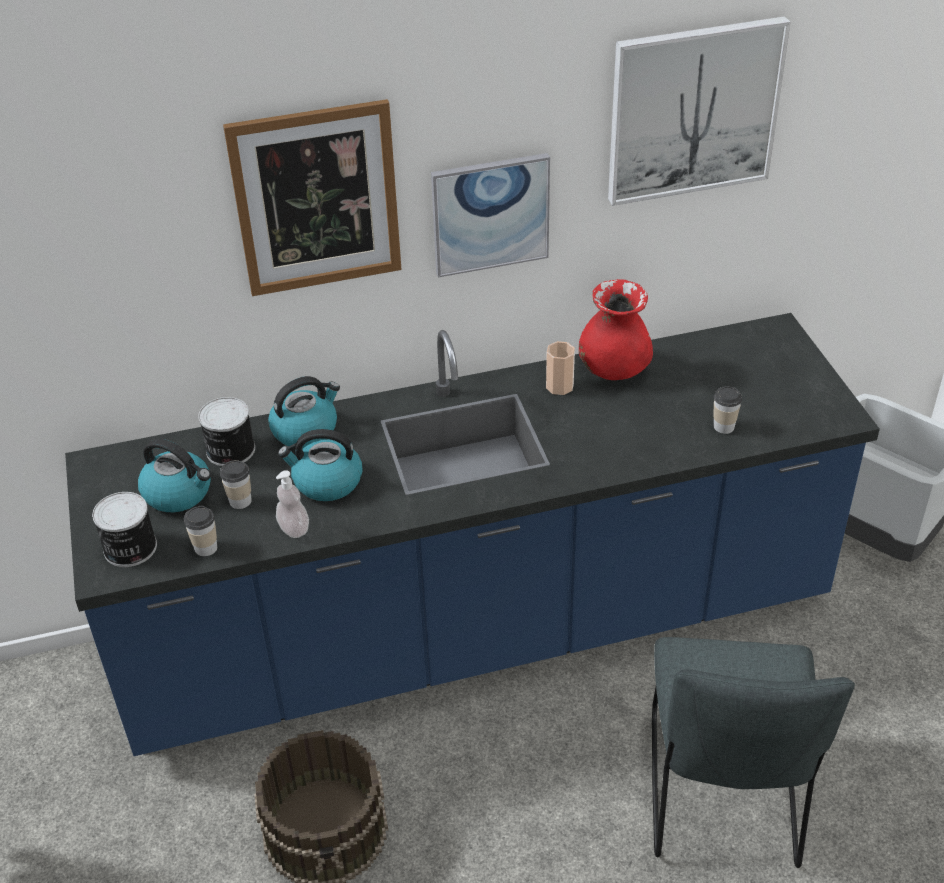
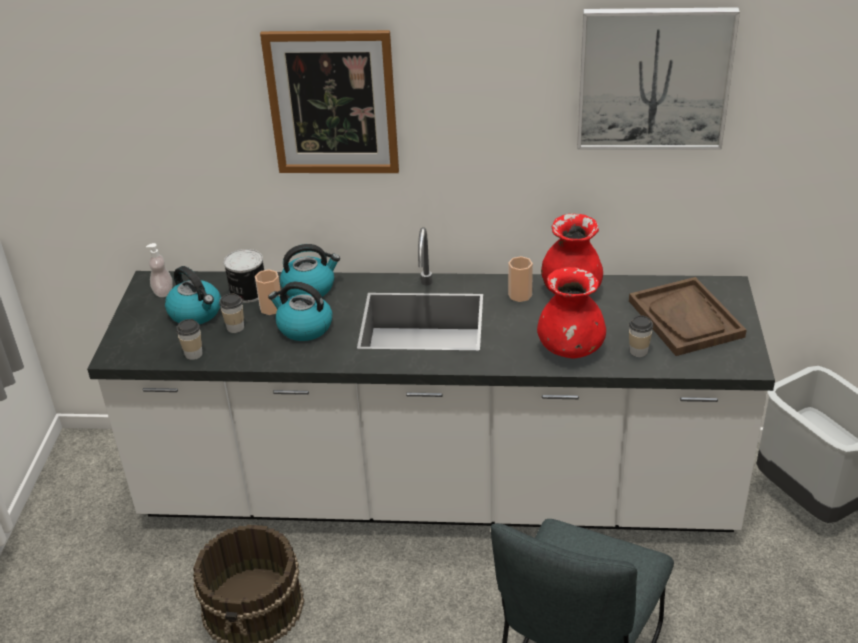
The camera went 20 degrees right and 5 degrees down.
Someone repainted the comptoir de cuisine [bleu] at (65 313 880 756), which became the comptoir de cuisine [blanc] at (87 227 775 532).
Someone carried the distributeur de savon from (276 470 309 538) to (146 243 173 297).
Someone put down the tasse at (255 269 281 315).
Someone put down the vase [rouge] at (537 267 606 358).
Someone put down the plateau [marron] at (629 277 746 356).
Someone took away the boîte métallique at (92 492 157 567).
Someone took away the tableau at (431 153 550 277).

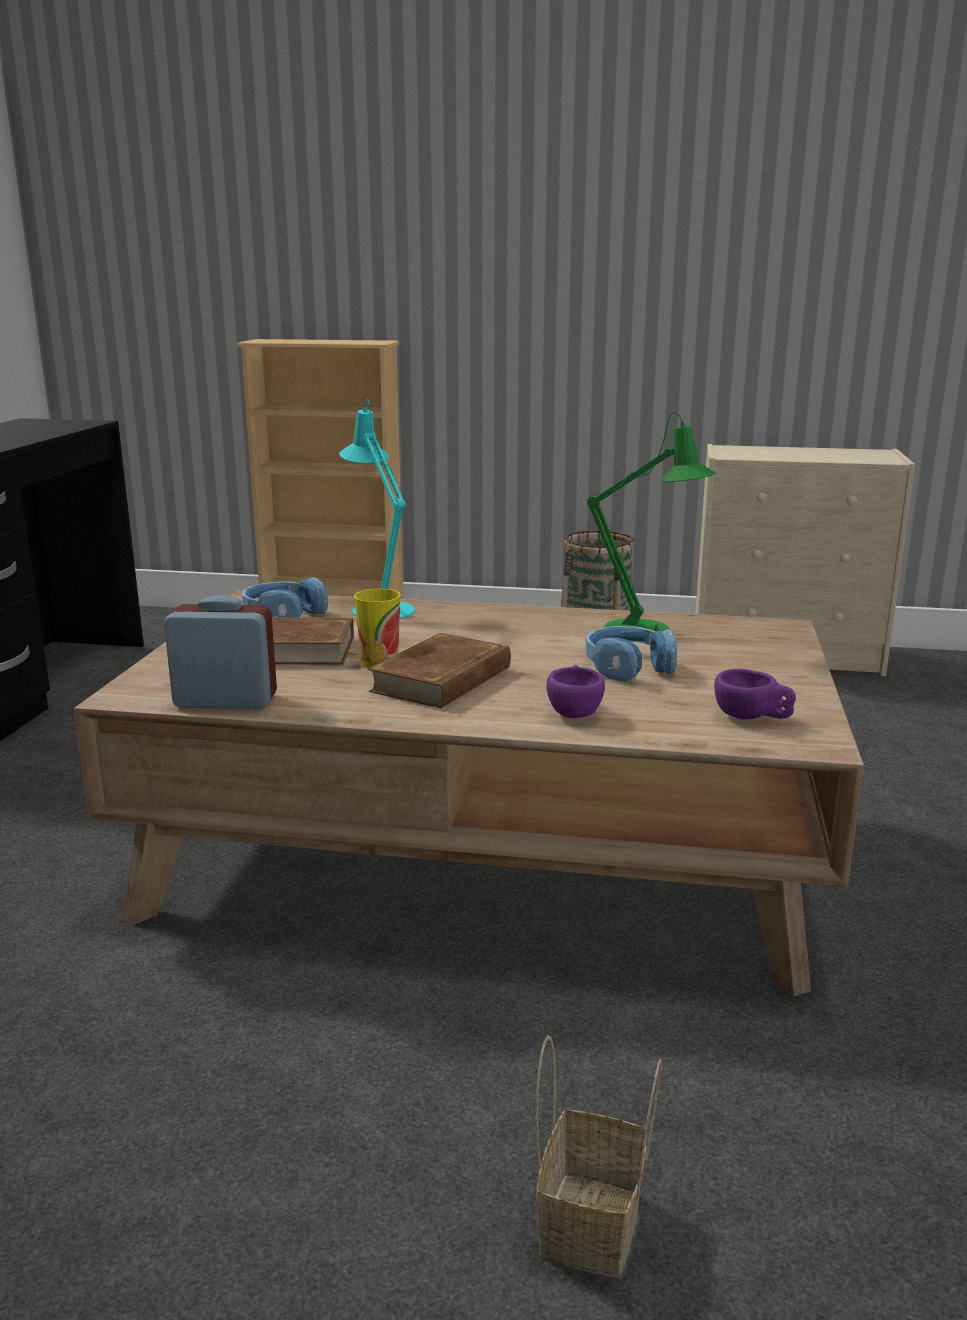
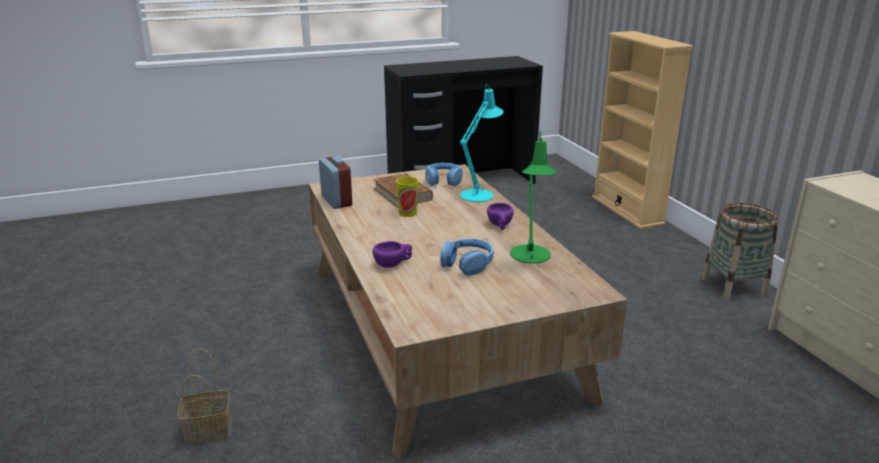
The camera went 60 degrees right and 5 degrees up.
Someone carried the tasse [violet] from (714 669 796 719) to (487 203 514 230).
Someone took away the livre [marron] at (368 633 511 708).

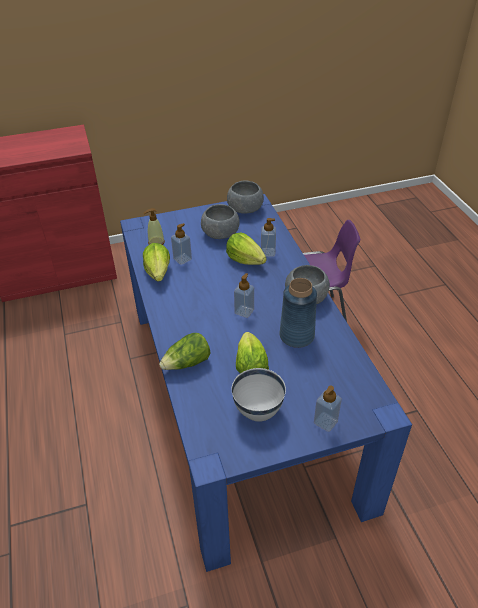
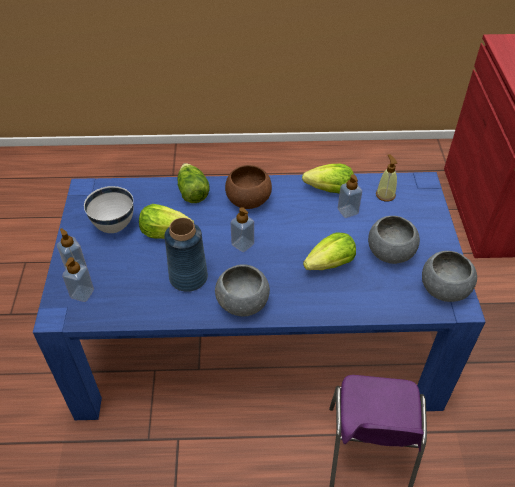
The camera went 105 degrees right and 5 degrees up.
Someone carried the distributeur de savon from (261 218 276 257) to (62 257 94 302).
Someone put down the bol [marron] at (225 165 272 209).

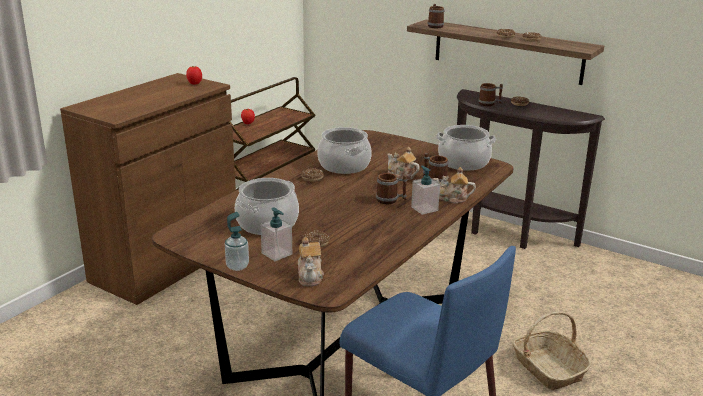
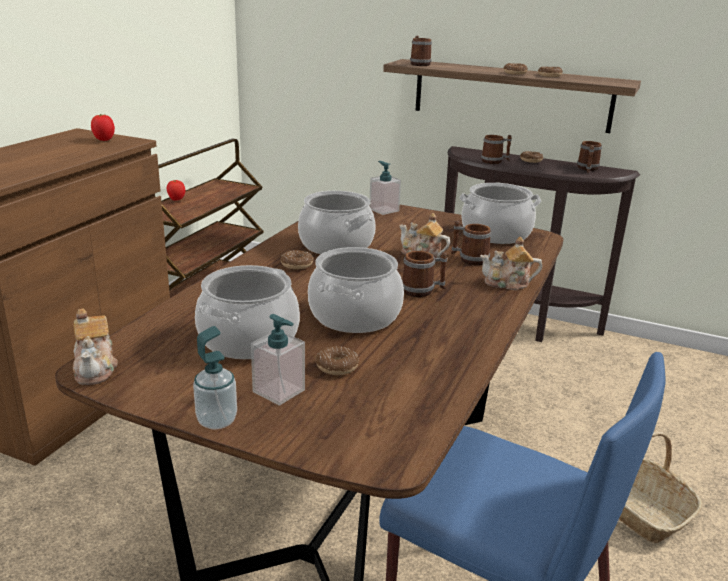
The camera went 10 degrees left and 0 degrees up.
Someone carried the théière from (298 237 324 287) to (73 309 118 385).
Someone put down the marmite at (308 247 404 333).
Someone carried the distributeur de savon from (411 166 440 215) to (369 161 401 215).
Someone put down the mug at (577 141 602 173).

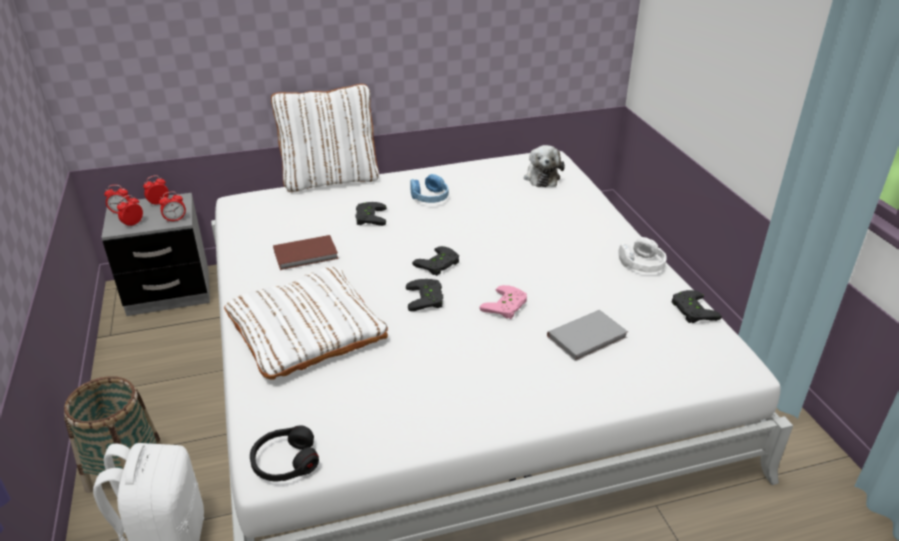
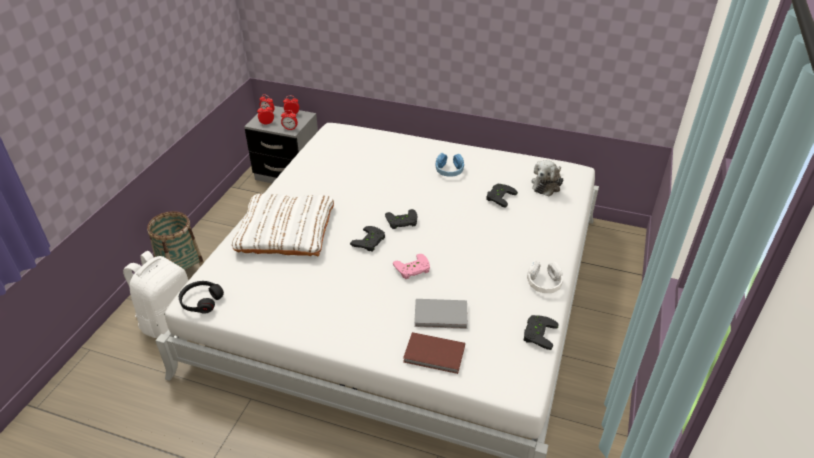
The camera went 35 degrees right and 5 degrees up.
Someone carried the livre [marron] from (273 235 339 270) to (403 332 465 374).
Someone carried the manette [noir] from (355 202 387 226) to (486 184 518 208).
Someone took away the coussin [blanc] at (271 84 379 192).

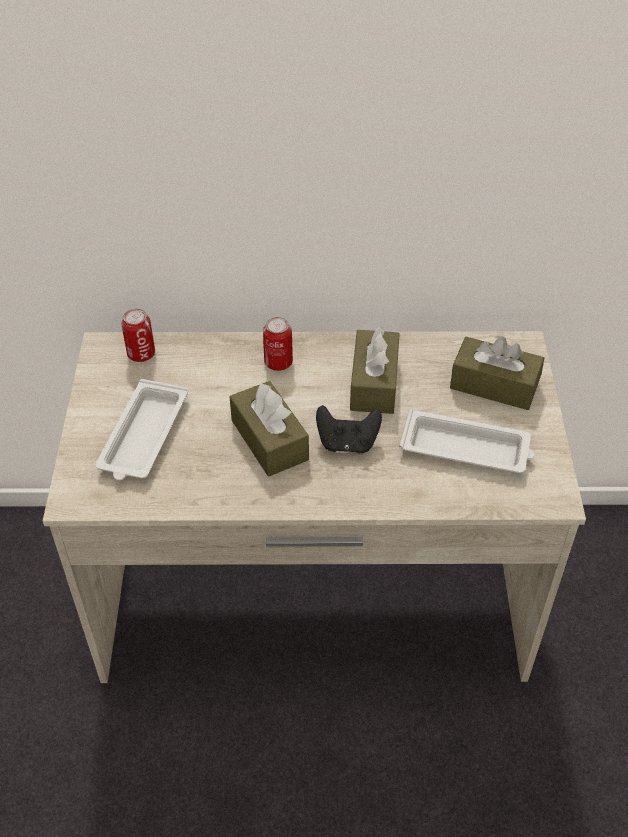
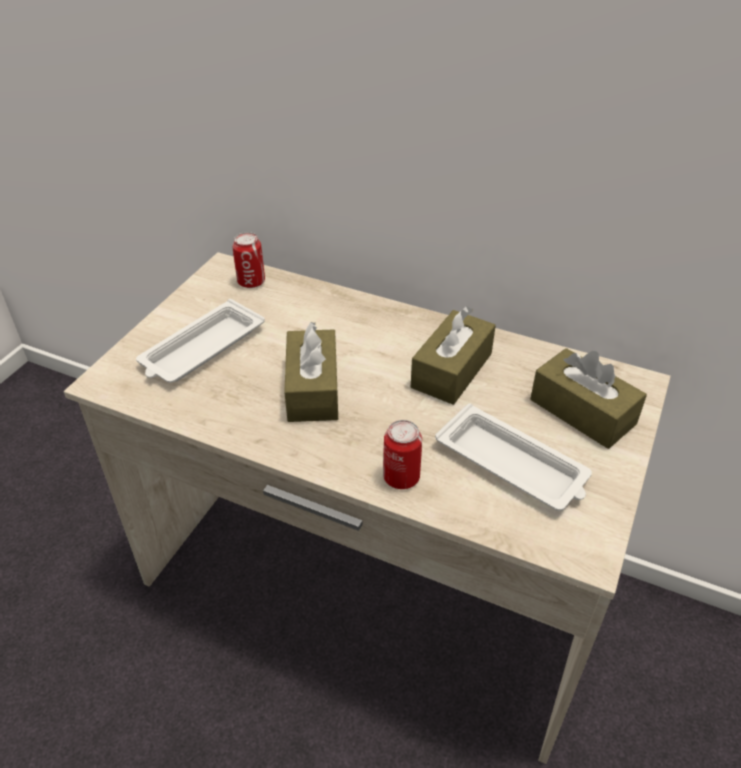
The camera went 25 degrees right and 5 degrees down.
Someone carried the boîte métallique from (263 317 293 371) to (383 420 422 489).
Someone took away the manette [noir] at (316 405 382 454).

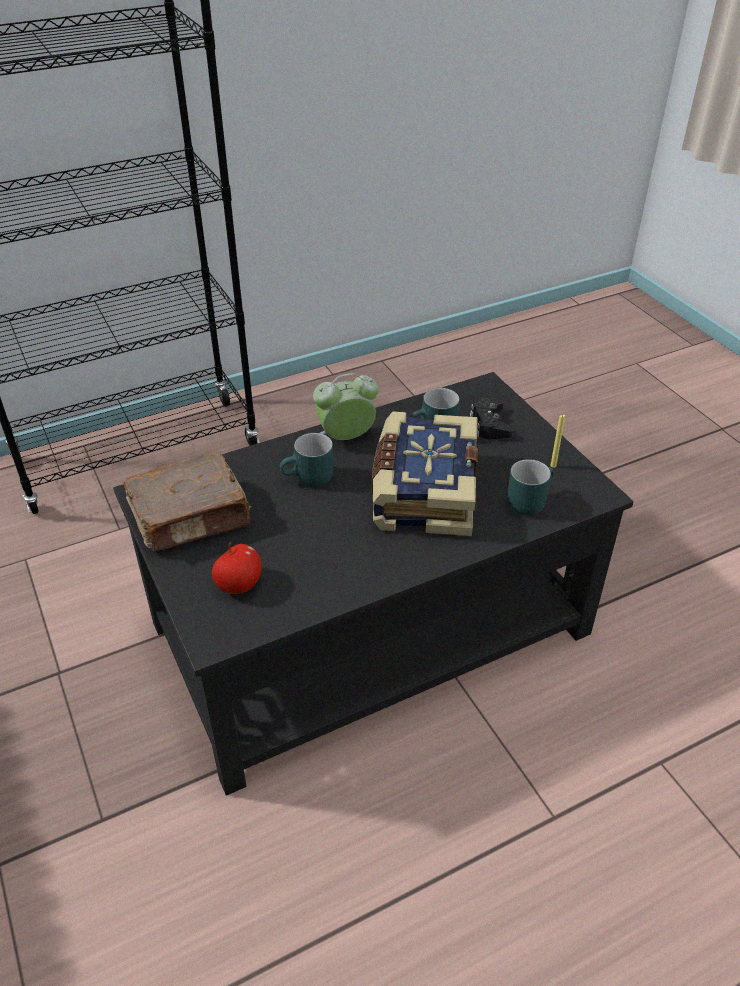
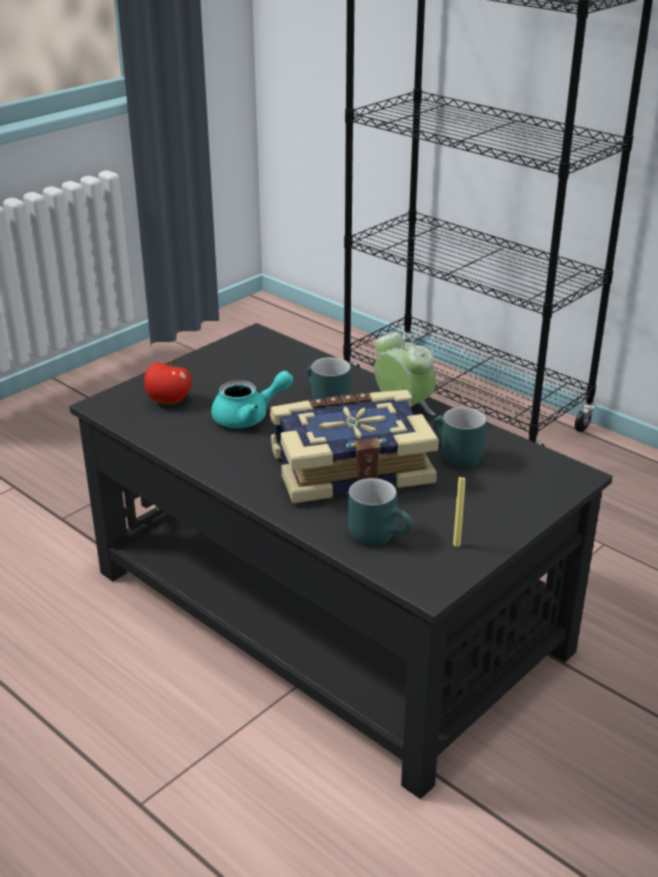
The camera went 70 degrees right and 10 degrees down.
Someone put down the théière [turquoise] at (211 371 293 428).
Someone took away the livre [marron] at (124 452 251 551).
Someone took away the manette [noir] at (470 398 513 439).

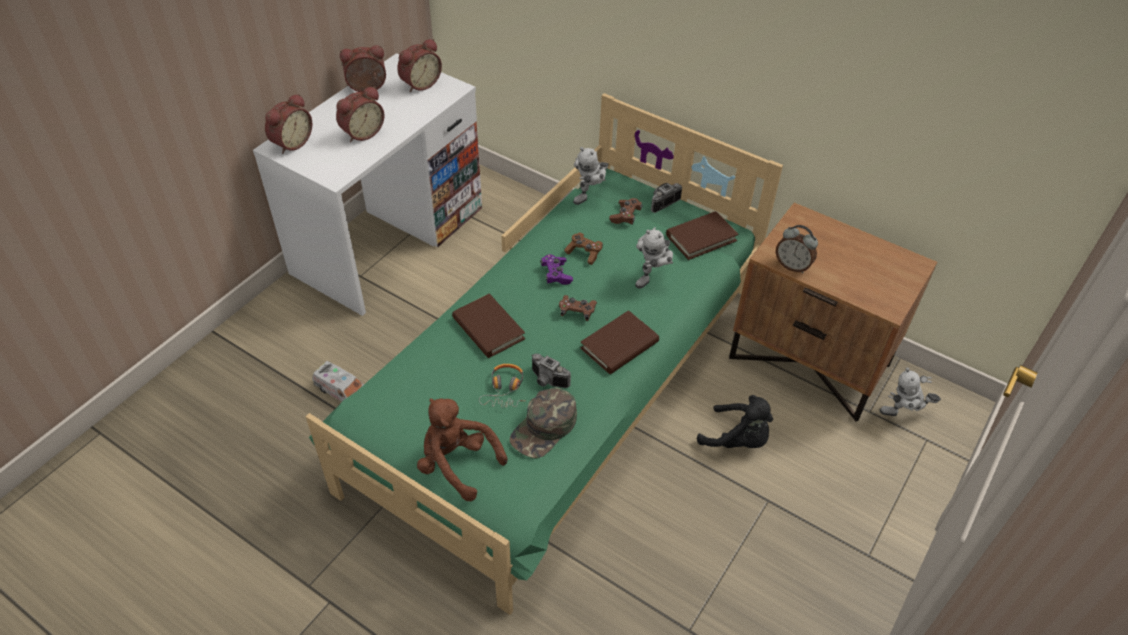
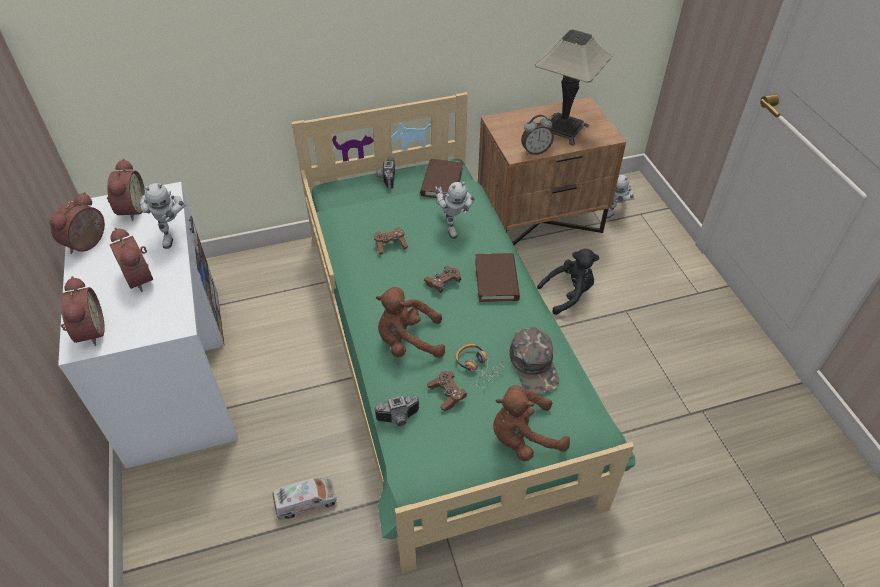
The camera went 50 degrees left and 0 degrees up.
Someone rotated the réveil at (336 86 384 142) by 150 degrees clockwise.
Someone carried the robot jouet from (573 147 609 205) to (139 183 186 249).
Someone carried the appareil photo from (532 354 571 388) to (374 395 420 426).
Someone swapped the livre [marron] at (452 293 525 358) for the peluche [marron] at (376 287 445 358).
Someone carried the manette [marron] from (609 198 643 224) to (427 371 467 411).
Someone put down the lampe de table at (535 29 612 145).
Someone took away the manette [violet] at (540 254 573 285).

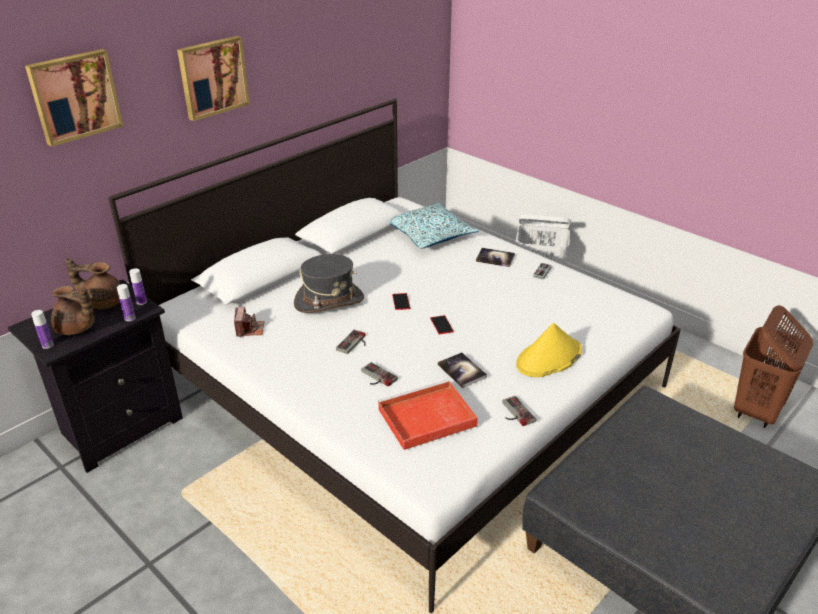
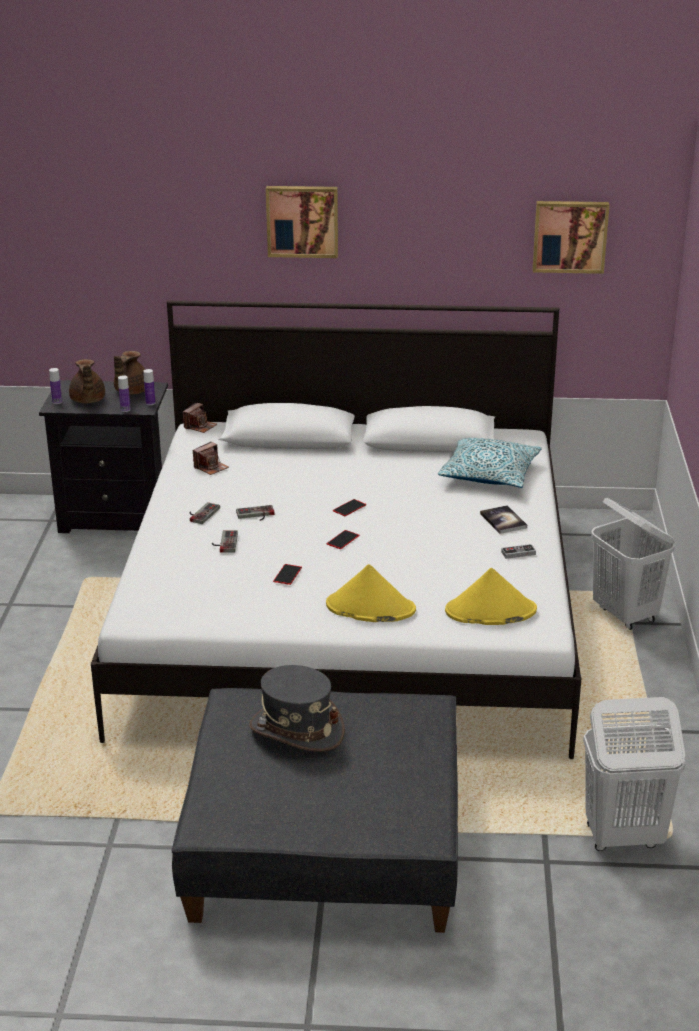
The camera went 50 degrees right and 5 degrees down.
Someone rotated the théière [marron] at (65 258 121 309) by 120 degrees counterclockwise.
Someone put down the appareil photo at (183 403 217 433).
Someone carried the manette from (502 396 536 426) to (190 502 220 524).
Someone carried the chapeau [gris] from (294 254 364 313) to (249 665 345 752).
Someone swapped the livre at (438 352 487 388) for the téléphone at (273 564 302 585).
Someone put down the chapeau [jaune] at (445 568 537 625).
Someone carried the tableau from (25 49 123 147) to (533 201 609 274).
Someone repainted the panier à linge [marron] at (734 305 813 428), which became the panier à linge [blanc] at (583 697 685 851).
Someone took away the plateau [rouge] at (378 380 478 450).

